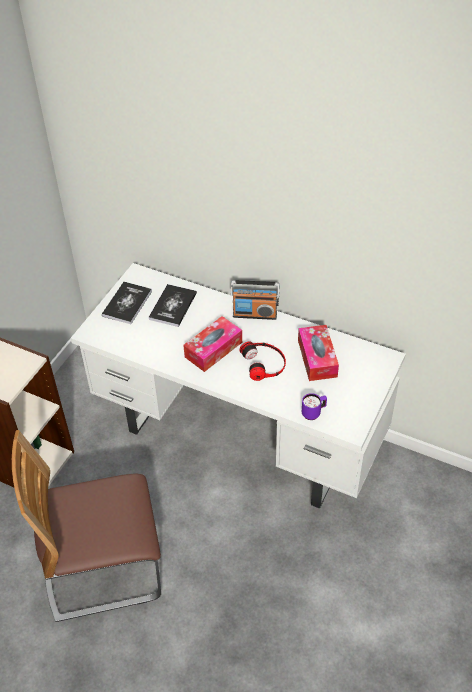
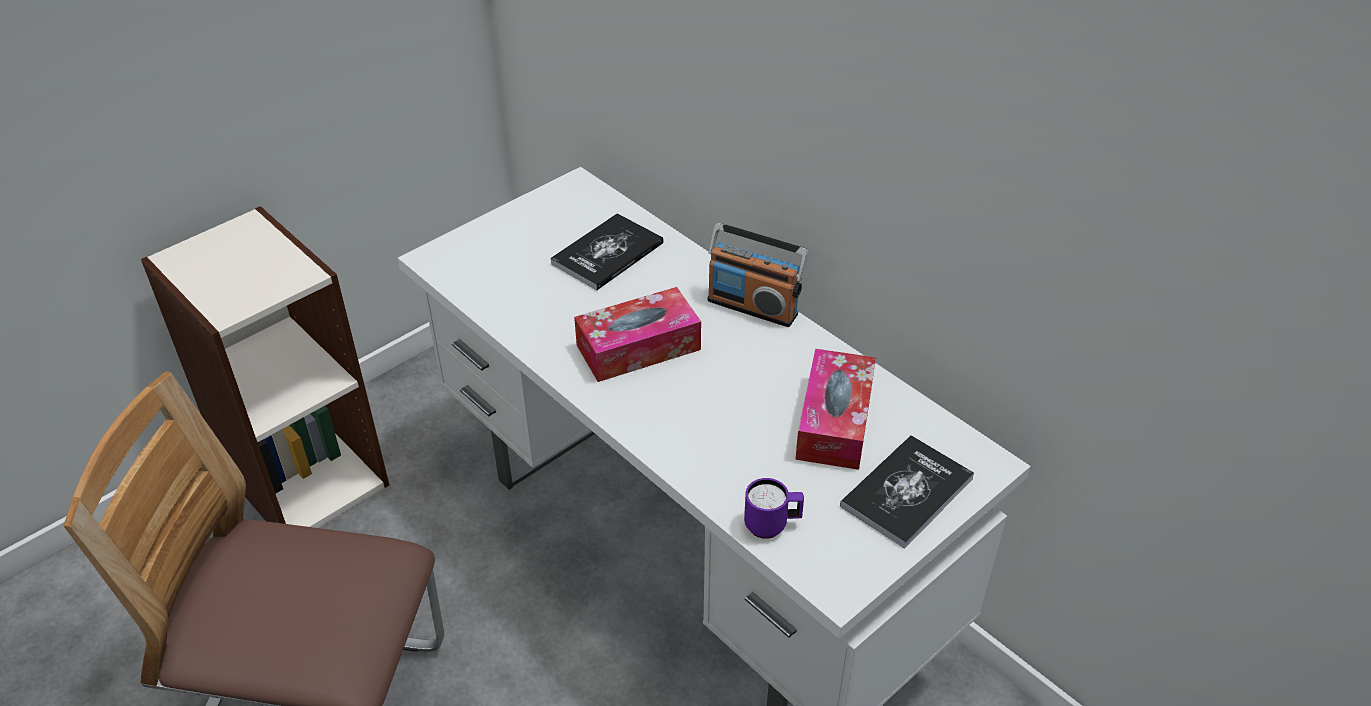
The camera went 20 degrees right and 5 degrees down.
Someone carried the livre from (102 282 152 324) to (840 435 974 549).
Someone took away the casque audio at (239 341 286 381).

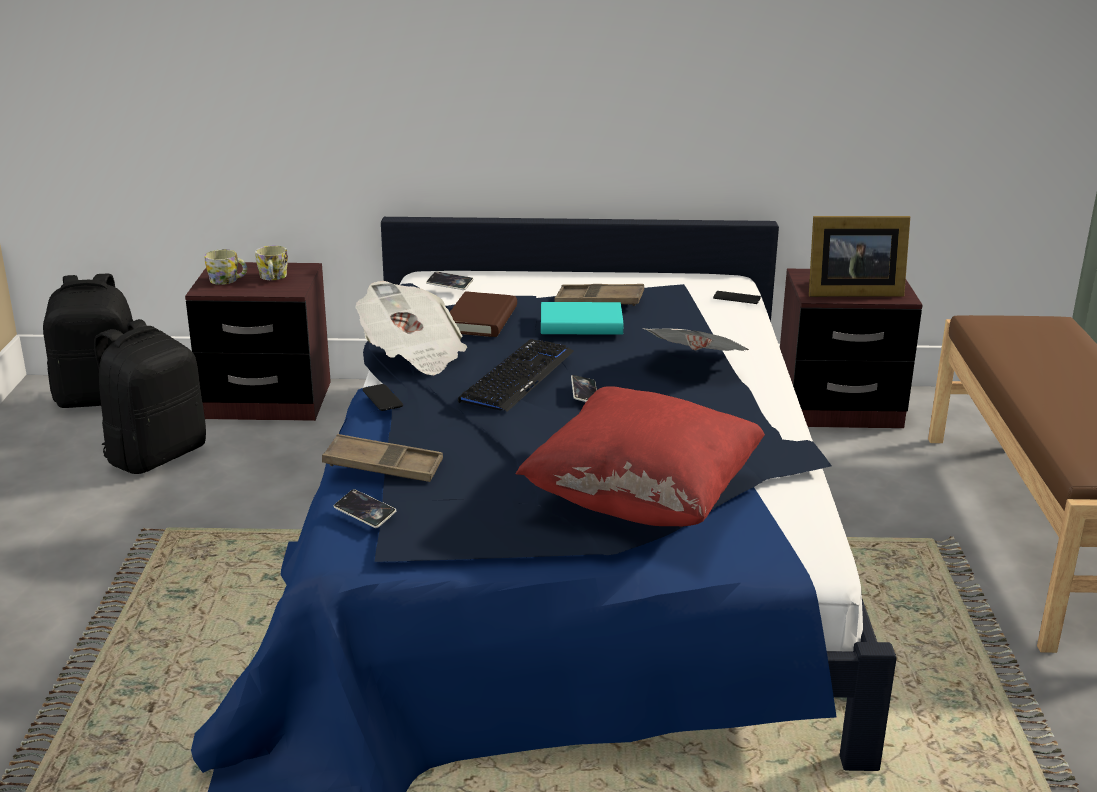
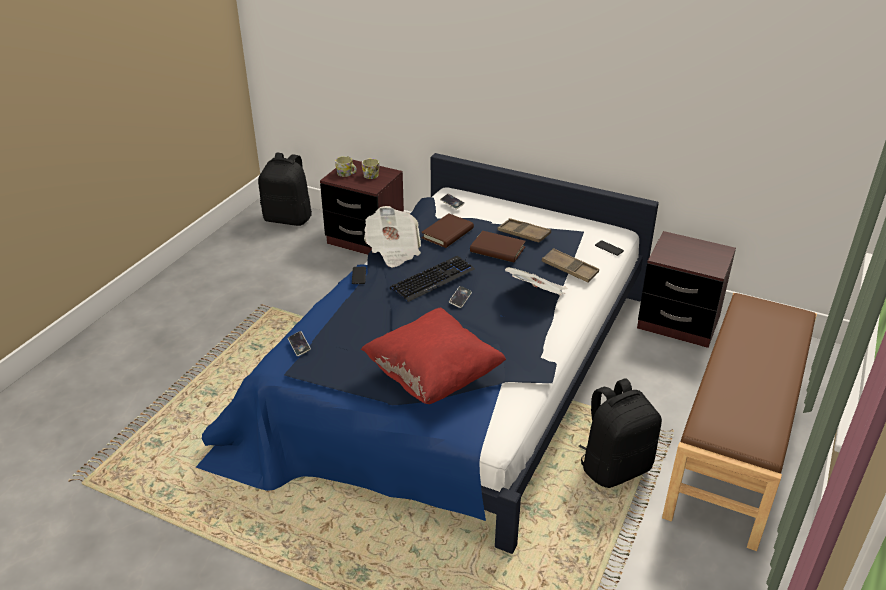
The camera went 25 degrees right and 10 degrees up.
Someone repainted the livre [turquoise] at (541 302 623 335), which became the livre [marron] at (470 231 526 262).
Someone carried the plateau [marron] from (322 434 443 482) to (542 248 599 282).
Someone carried the sac à dos [noir] from (94 319 206 474) to (579 378 662 488).
Someone took away the cadre photo at (809 216 910 297).

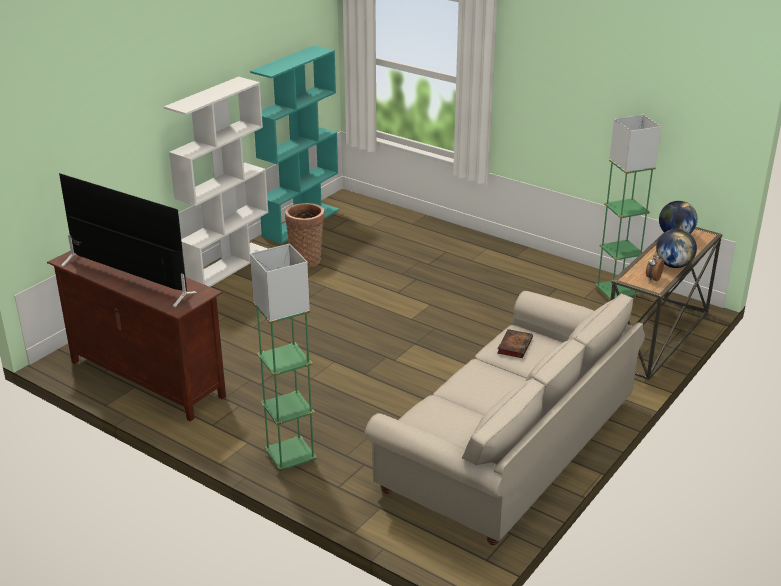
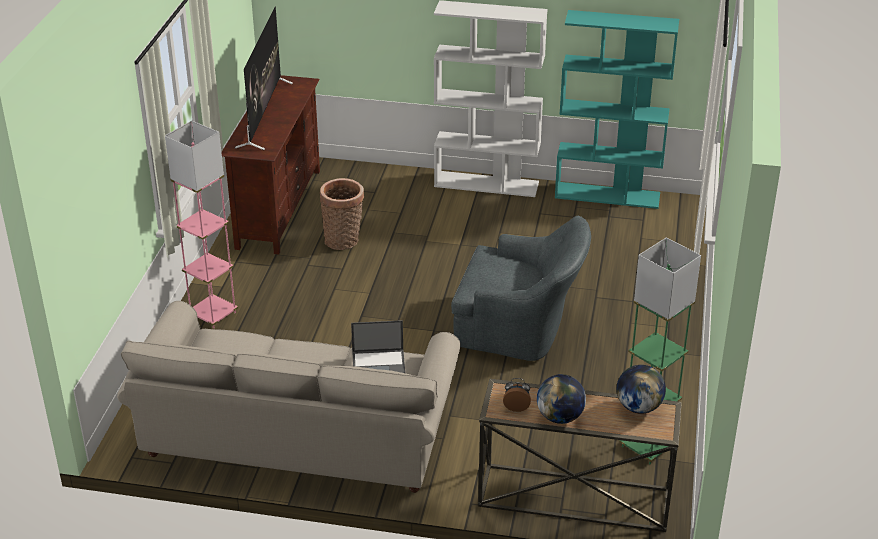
The camera went 65 degrees right and 5 degrees up.
Someone repainted the lampadaire [vert] at (250 244 317 474), which became the lampadaire [rose] at (165 121 238 328).
Someone carried the panier from (285 203 325 268) to (320 178 364 250).
Someone swapped the livre at (497 329 533 358) for the ordinateur portable at (351 320 405 373).
Someone put down the fauteuil [gris] at (451 216 591 361).

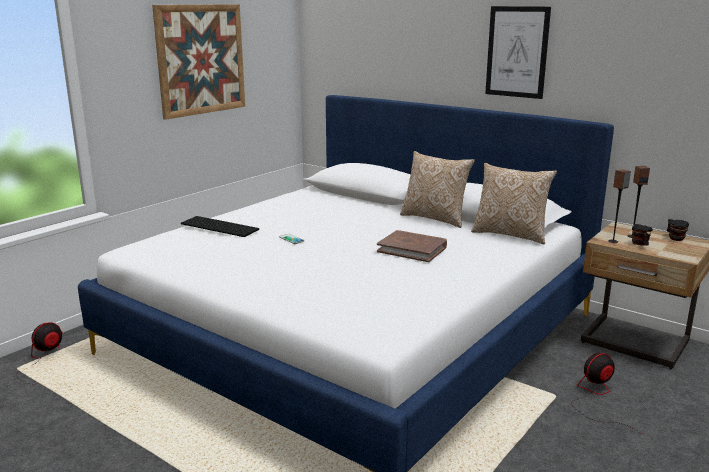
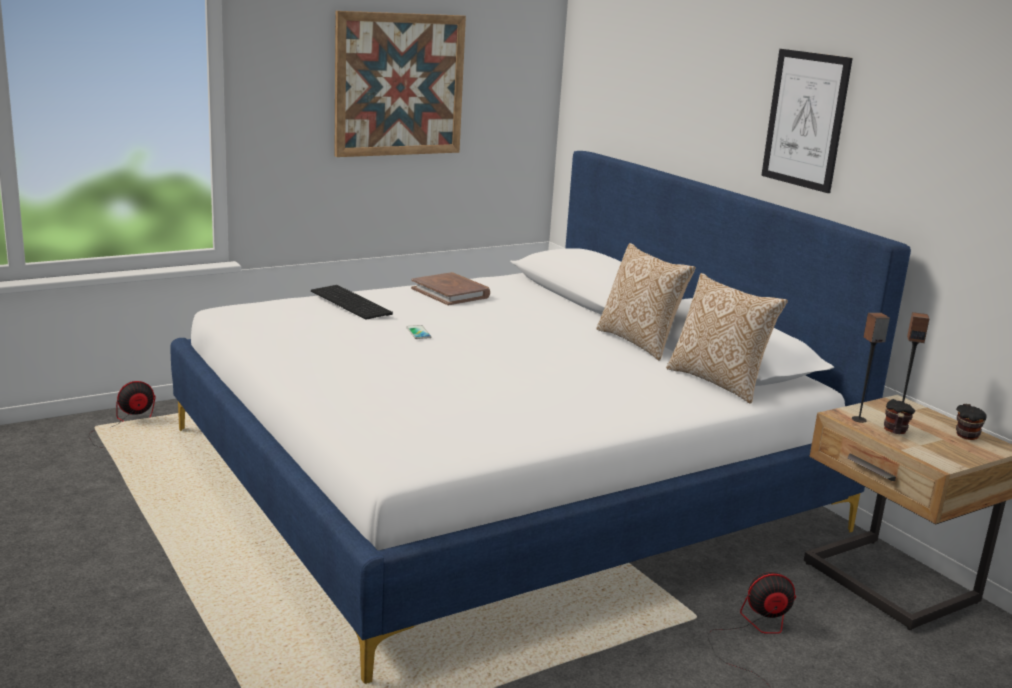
The camera went 20 degrees right and 0 degrees up.
Someone carried the livre [marron] from (377 230 447 262) to (411 272 490 305).

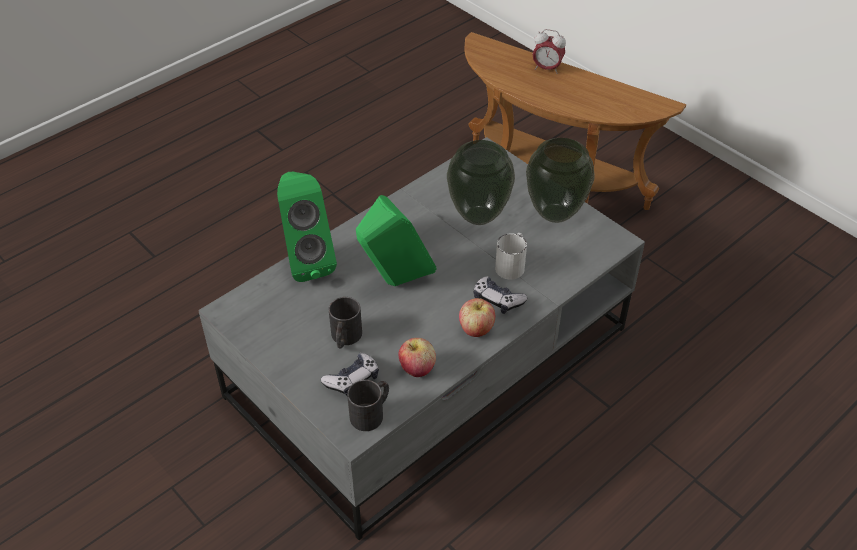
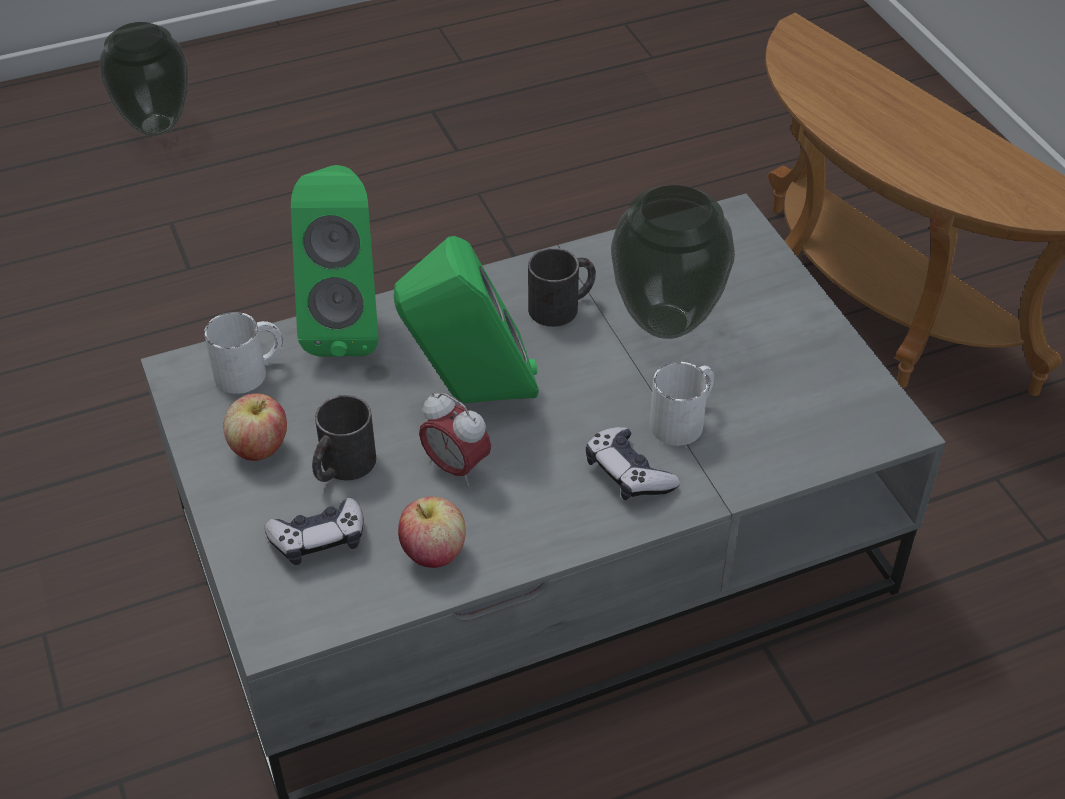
The camera went 20 degrees right and 0 degrees up.
Someone carried the vase from (526 138 595 223) to (100 22 188 136).
Someone put down the mug [blanc] at (204 312 283 394).
Someone carried the pomme from (459 298 495 337) to (223 394 287 461).
Someone carried the réveil from (533 29 566 74) to (419 392 491 486).
Someone carried the mug [noir] from (347 380 389 431) to (528 248 596 327).

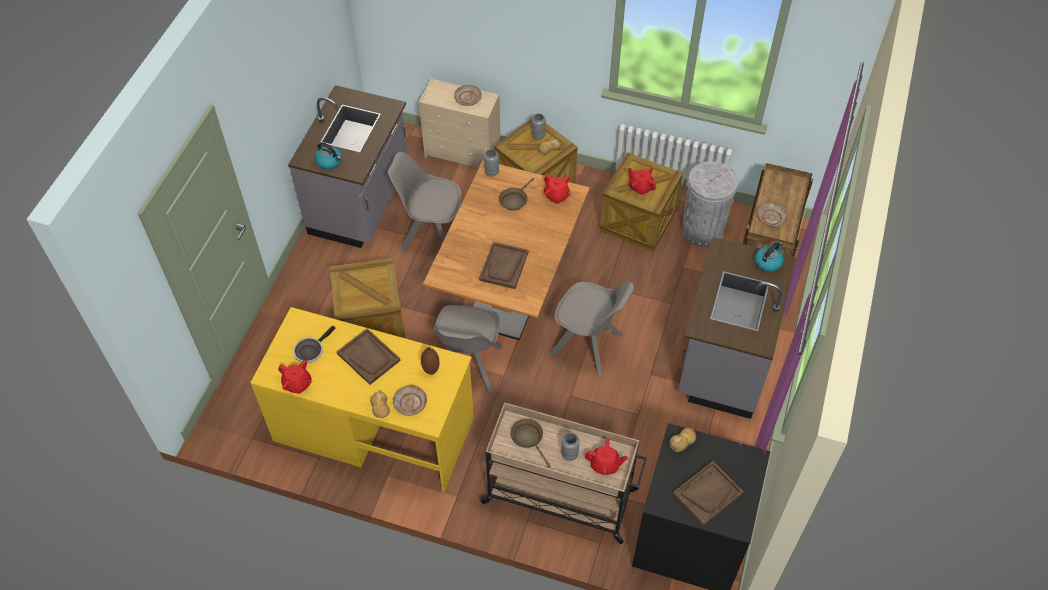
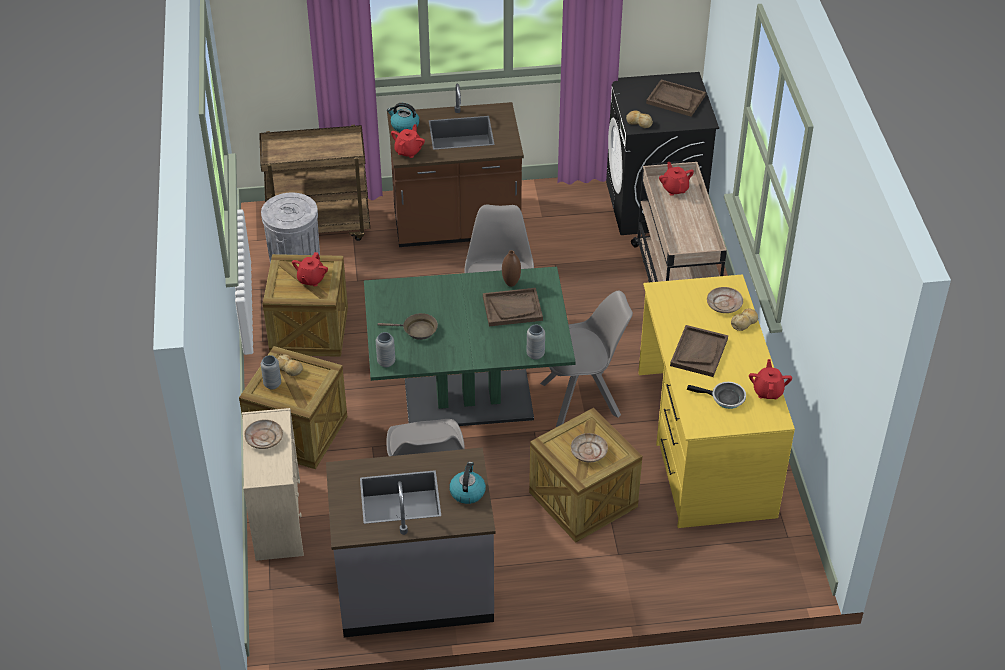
The camera went 115 degrees left and 10 degrees down.
Someone repainted the table à manger [marron] at (423 160 590 340), which became the table à manger [vert] at (364 267 576 426).
Someone repainted the comptoir de cuisine [gris] at (678 237 796 419), which became the comptoir de cuisine [marron] at (387 83 524 247).
Someone carried the théière [rouge] from (544 175 571 204) to (391 124 425 158).
Someone carried the vase [marron] from (421 347 440 375) to (502 250 521 287).
Someone carried the vase [gris] from (562 433 580 461) to (527 325 545 360).
Someone carried the assiette [beige] from (757 203 788 227) to (571 433 608 462).
Someone took away the poêle [marron] at (510 419 551 467).

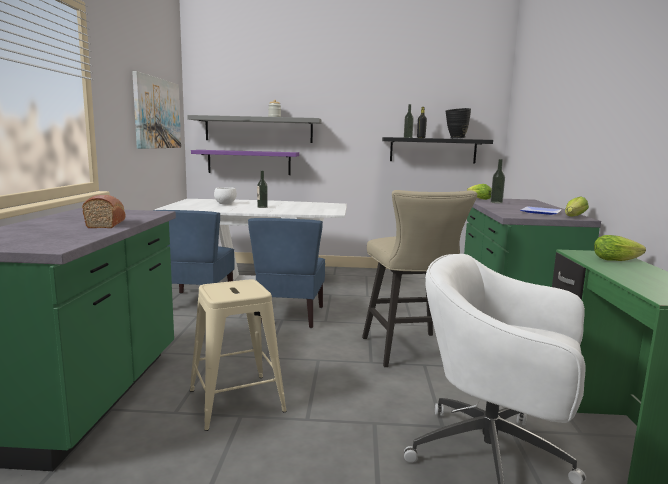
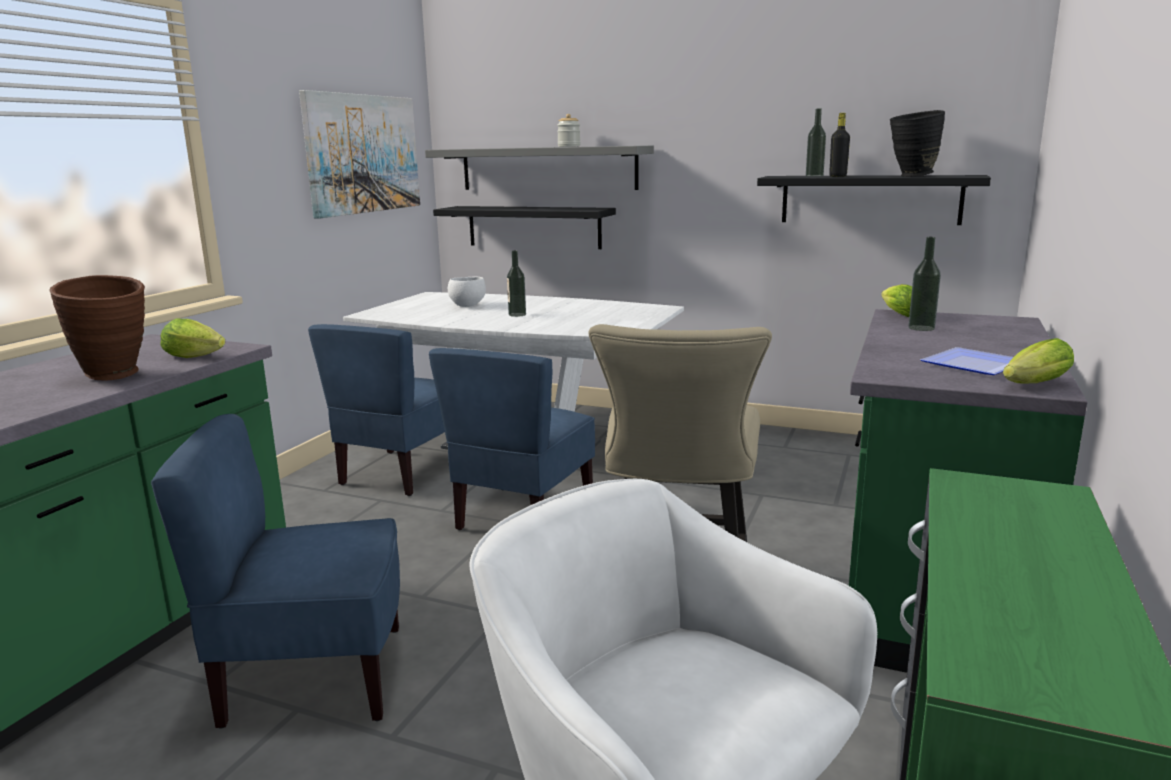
The camera went 20 degrees right and 5 degrees up.
Someone swapped the pain at (82 195 125 228) for the vase [marron] at (50 275 145 381).
Someone swapped the tabouret [beige] at (190 280 287 431) for the chaise [bleu] at (151 414 400 729).
Someone carried the laitue from (594 235 646 261) to (160 318 225 358).
Someone repainted the étagère [violet] at (191 150 299 175), which became the étagère [noir] at (433 206 616 249).

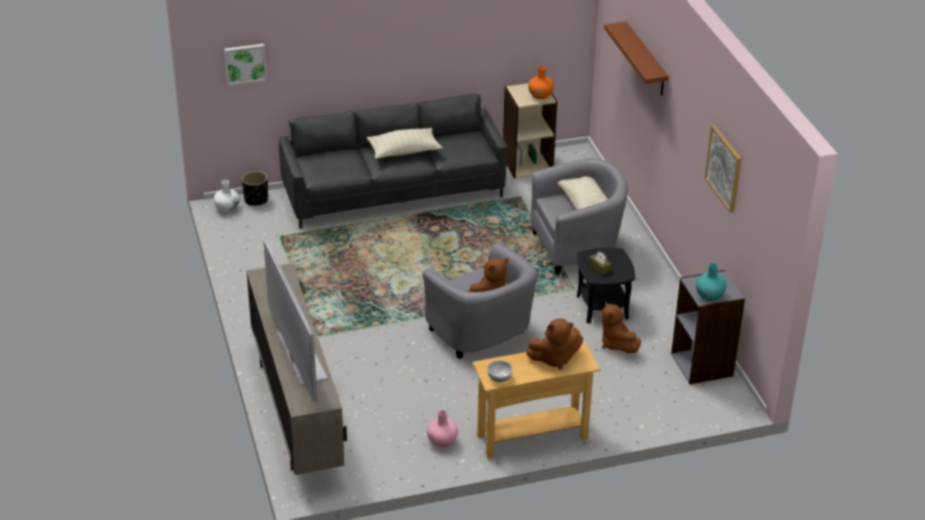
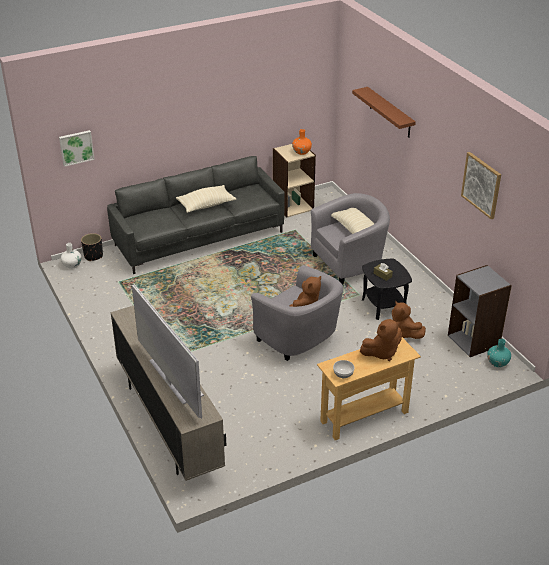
The camera went 10 degrees left and 0 degrees up.
Someone carried the vase [turquoise] from (696 263 726 301) to (487 339 511 367).
Someone took away the vase [rose] at (427 410 458 447).

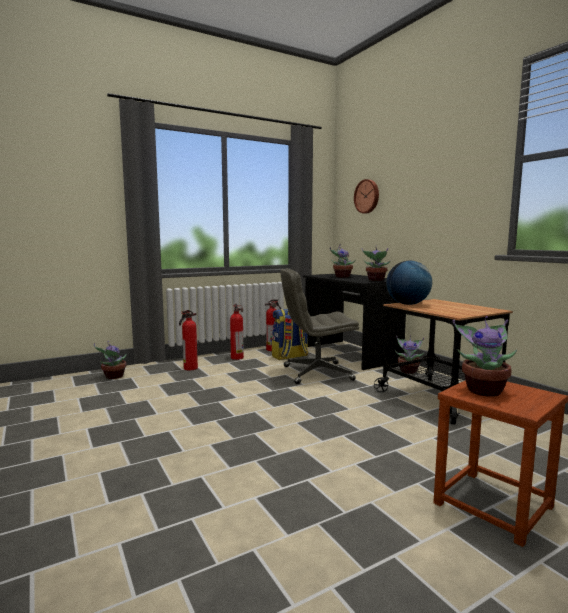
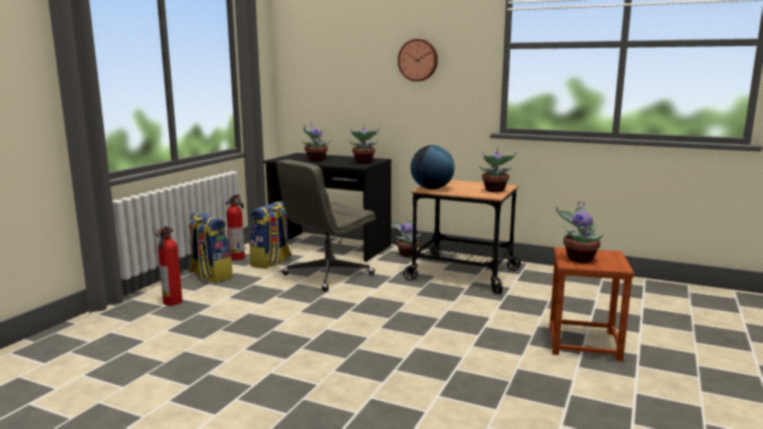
The camera went 35 degrees left and 5 degrees up.
Someone swapped the extincteur at (230 303 244 360) for the sac à dos at (188 212 233 283).
Someone carried the horloge murale from (354 179 379 214) to (398 39 438 82).
Someone carried the plante en pot from (94 341 127 379) to (479 147 517 192).

